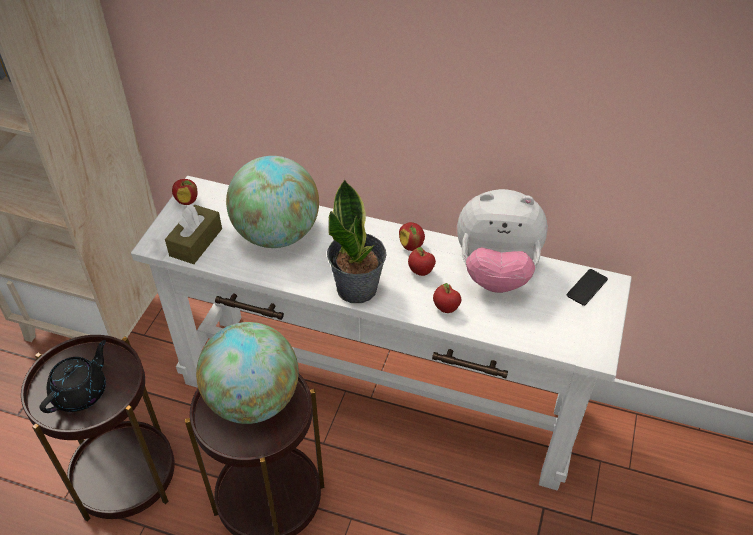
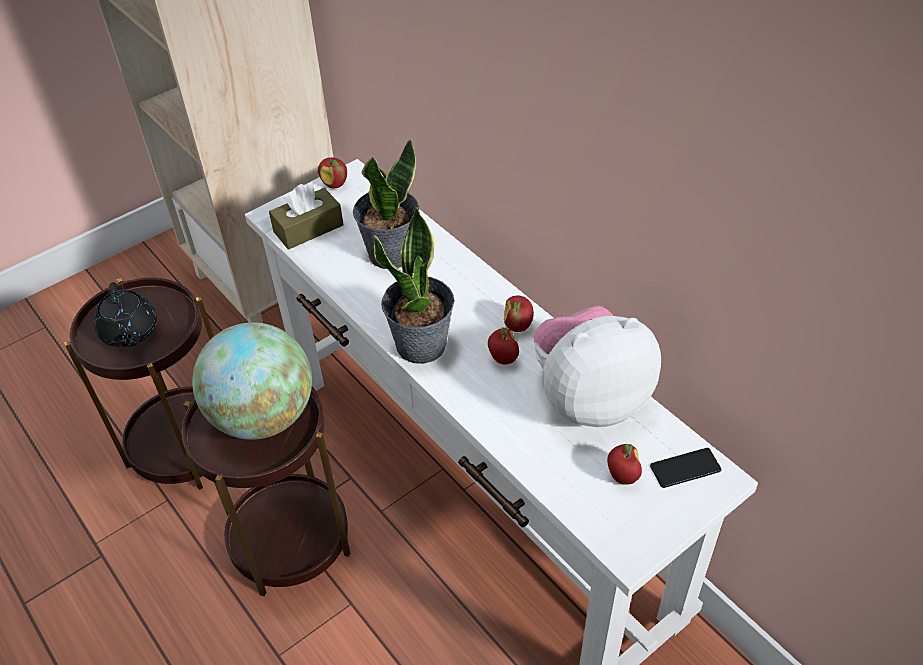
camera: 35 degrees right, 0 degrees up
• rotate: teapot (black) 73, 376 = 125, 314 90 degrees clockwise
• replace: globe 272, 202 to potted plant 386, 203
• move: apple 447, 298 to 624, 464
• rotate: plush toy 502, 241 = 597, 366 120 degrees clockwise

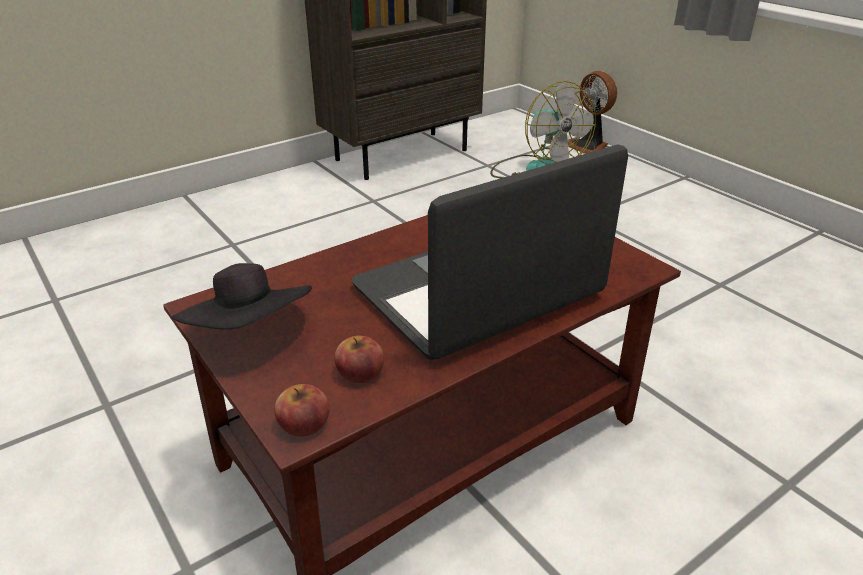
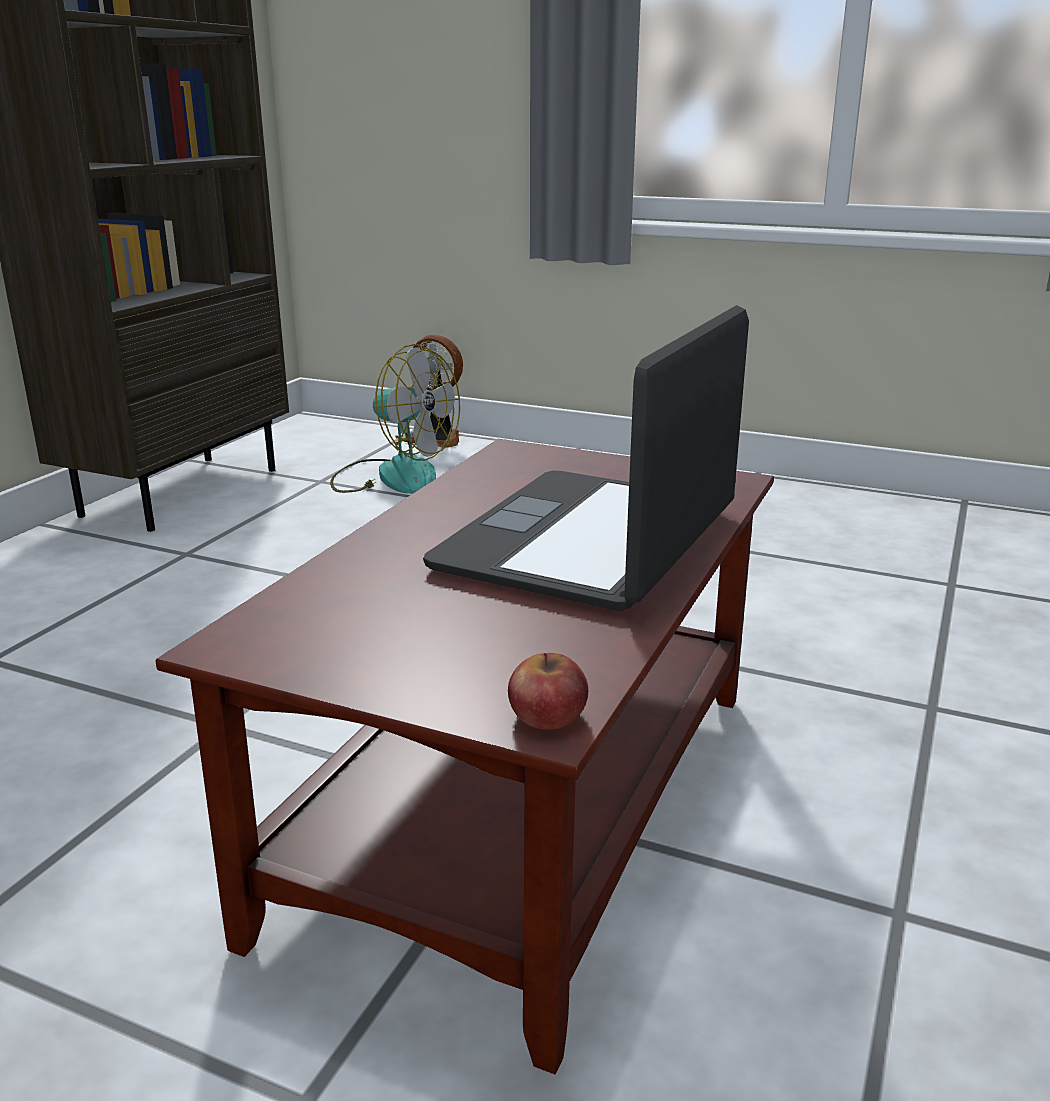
camera: 30 degrees left, 10 degrees down
• delete: hat (black) 241, 296
• delete: apple 359, 359

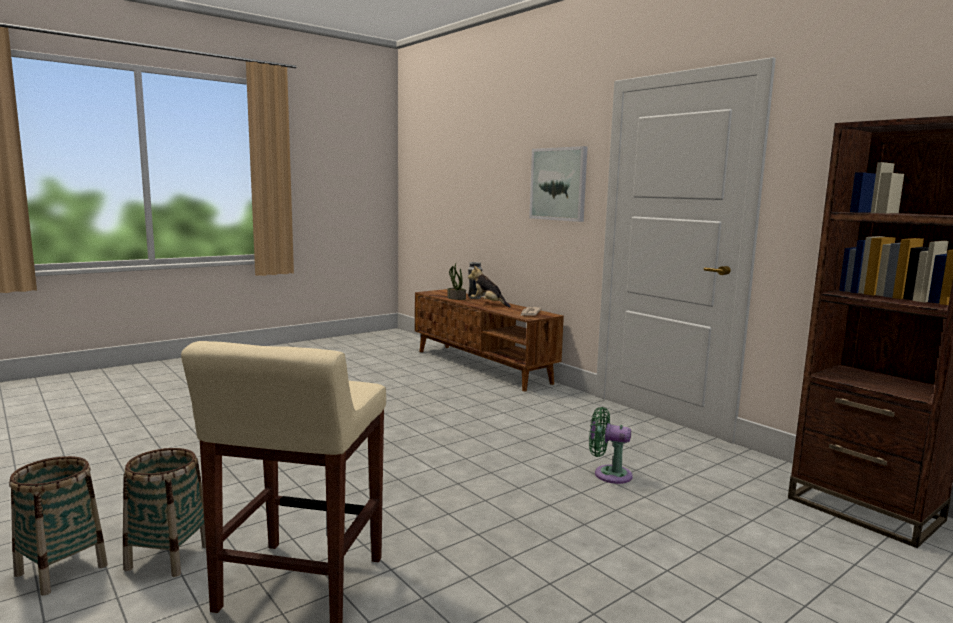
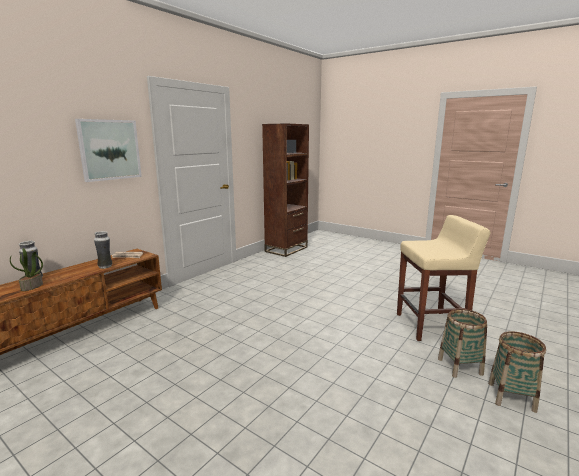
camera: 105 degrees left, 5 degrees up
• delete: plush toy 489, 286
• delete: fan (green) 611, 445
• insert: vase 103, 250

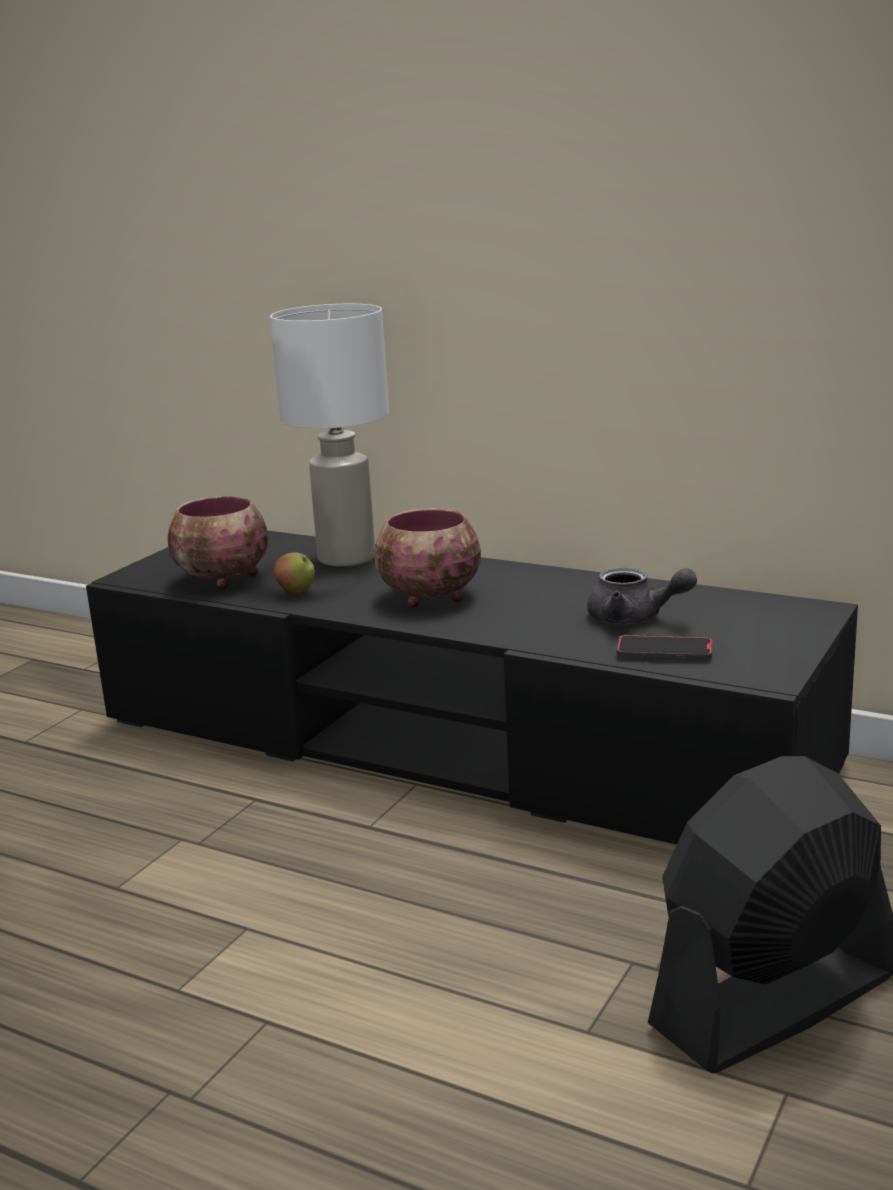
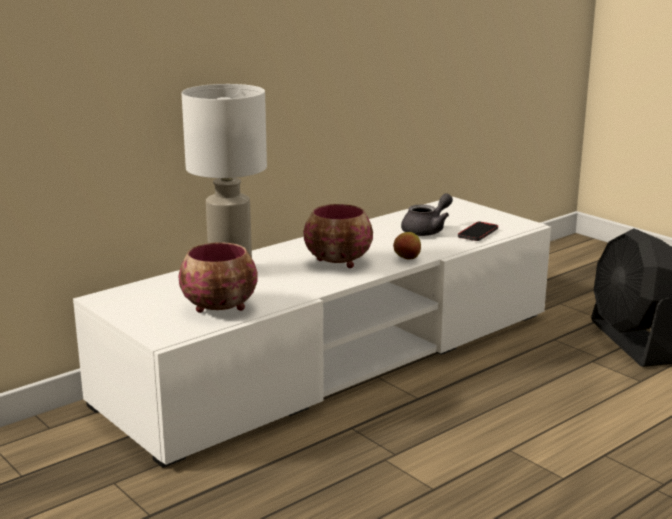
camera: 70 degrees left, 0 degrees up
• recolor: tv stand (black) 472, 688 to tv stand (white) 312, 332
• move: apple 294, 573 to 407, 246

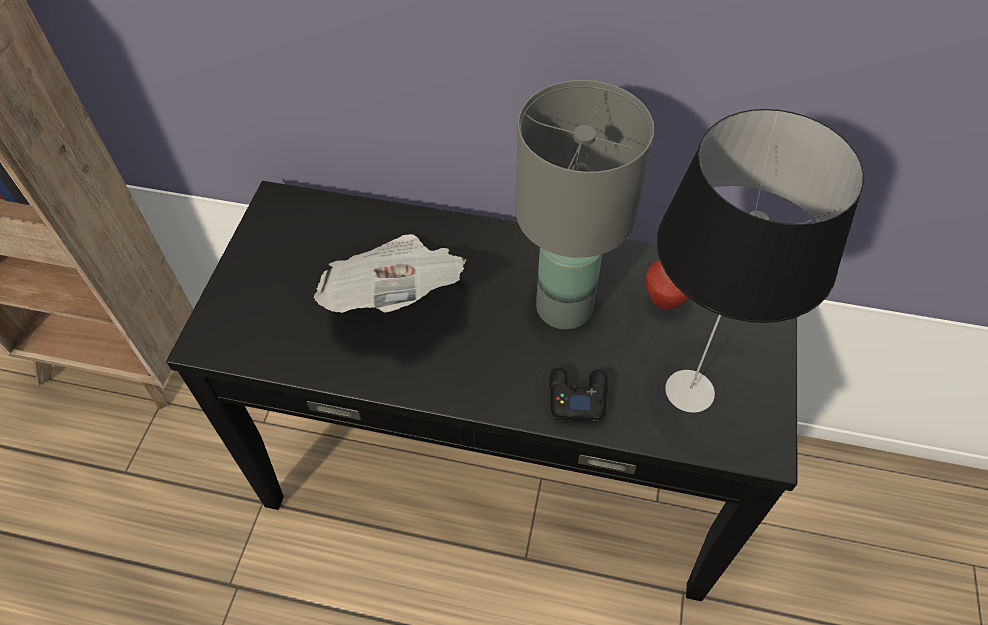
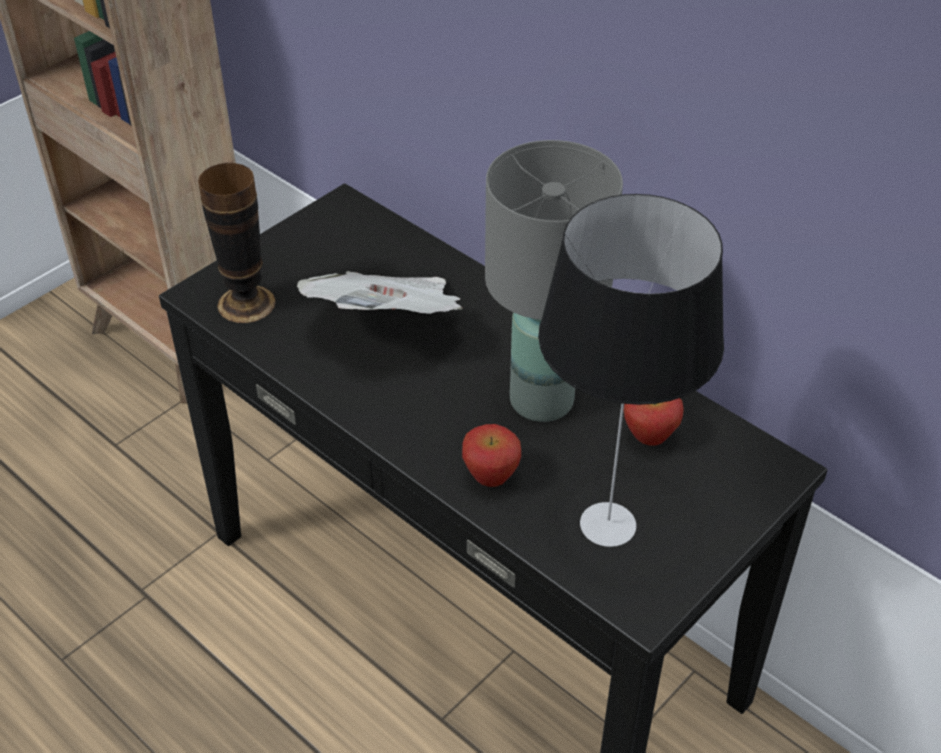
camera: 30 degrees right, 10 degrees down
• replace: game controller (black) 579, 394 to apple 491, 455
• insert: vase 237, 243

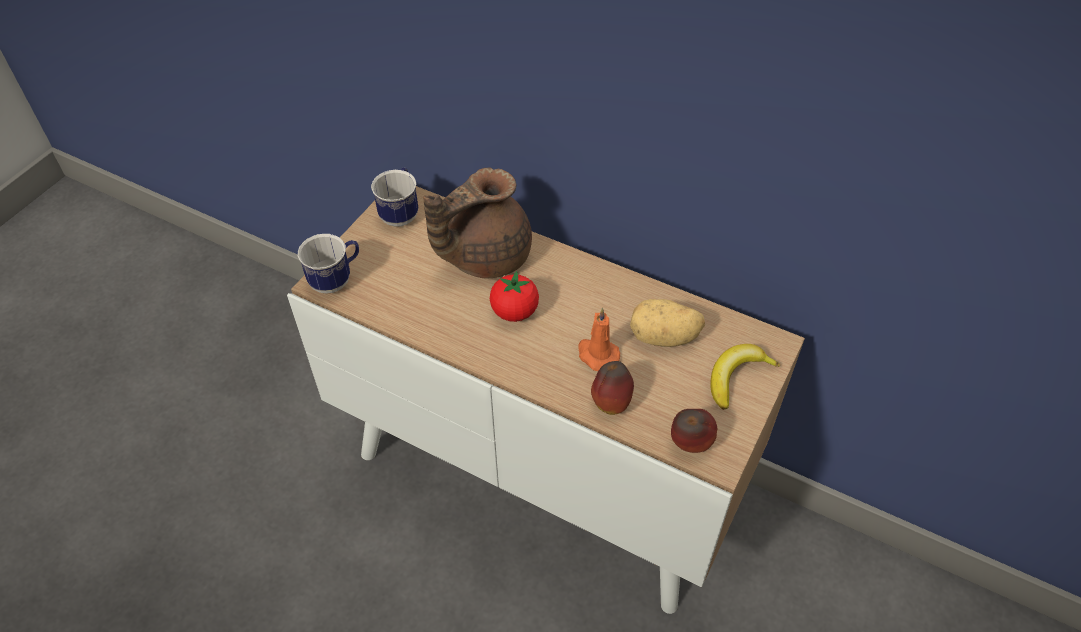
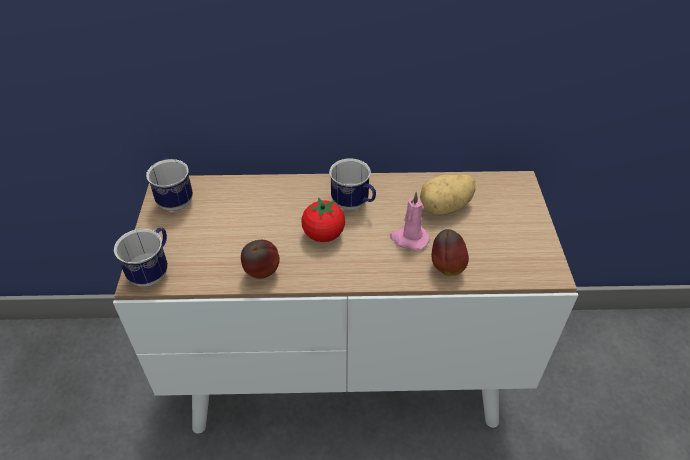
camera: 30 degrees left, 5 degrees down
• delete: teapot (brown) 477, 223
• recolor: candle (orange) 599, 339 to candle (pink) 410, 221
• move: apple 694, 431 to 260, 259
• delete: banana 745, 377
• insert: mug 352, 184

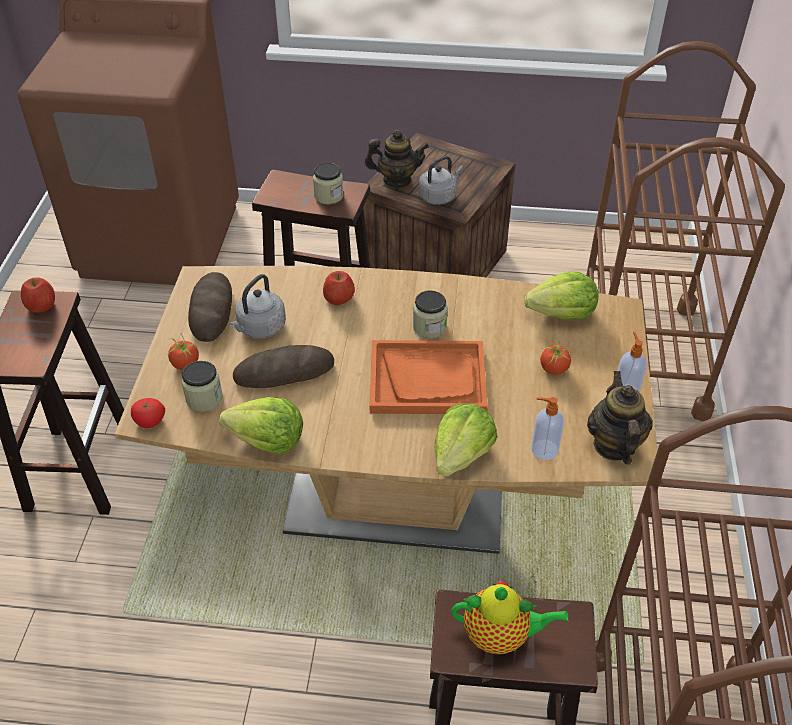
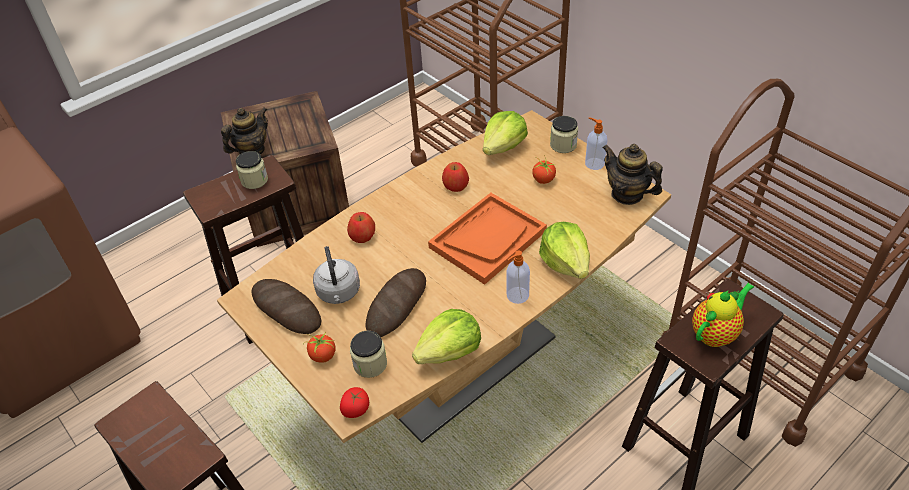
camera: 45 degrees left, 0 degrees up
• move: apple 38, 295 to 455, 177
• move: jar 430, 314 to 564, 134
• delete: kettle (grey) 441, 180
• move: soap dispenser 547, 428 to 518, 277

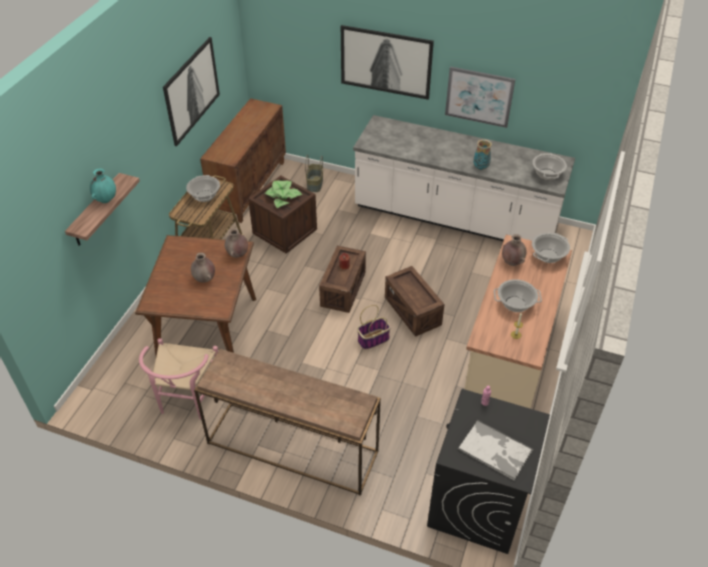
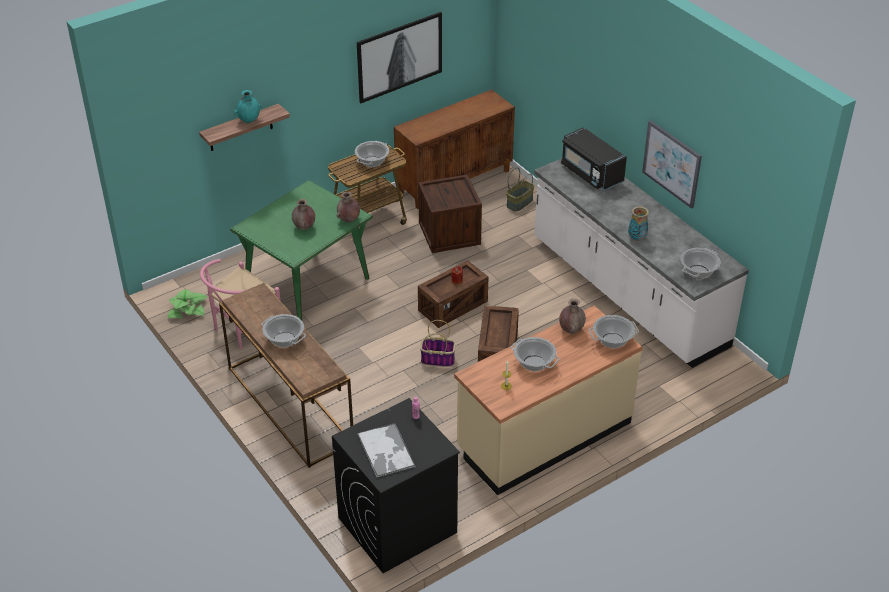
camera: 35 degrees right, 5 degrees down
• recolor: dining table (brown) 195, 295 to dining table (green) 301, 250
• move: potted plant 283, 194 to 187, 304
• delete: picture 387, 62
• insert: cooking pot 283, 330
• insert: microwave (black) 594, 158

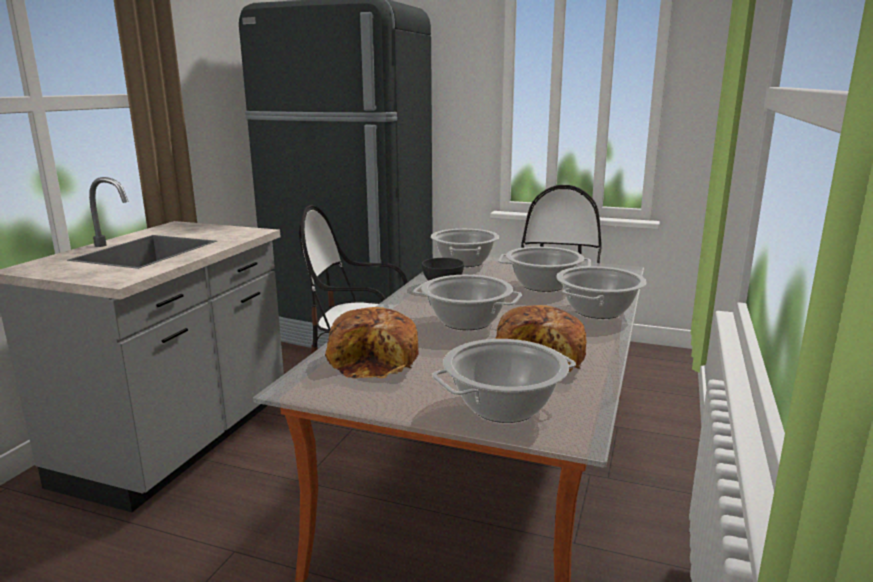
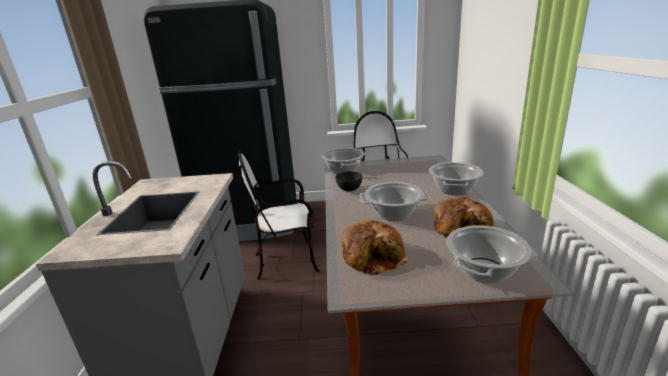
camera: 20 degrees left, 5 degrees up
• delete: cooking pot 544, 269

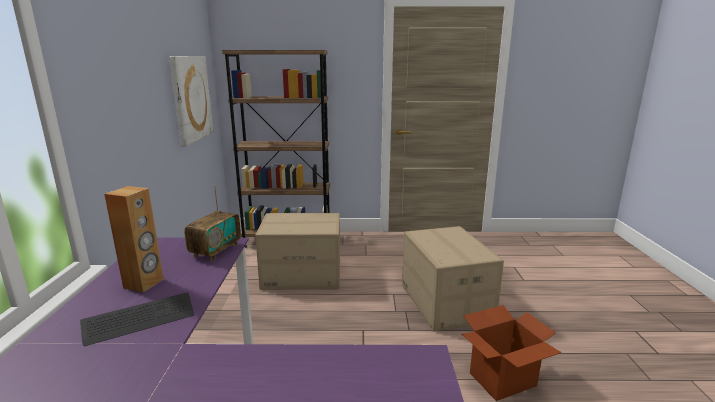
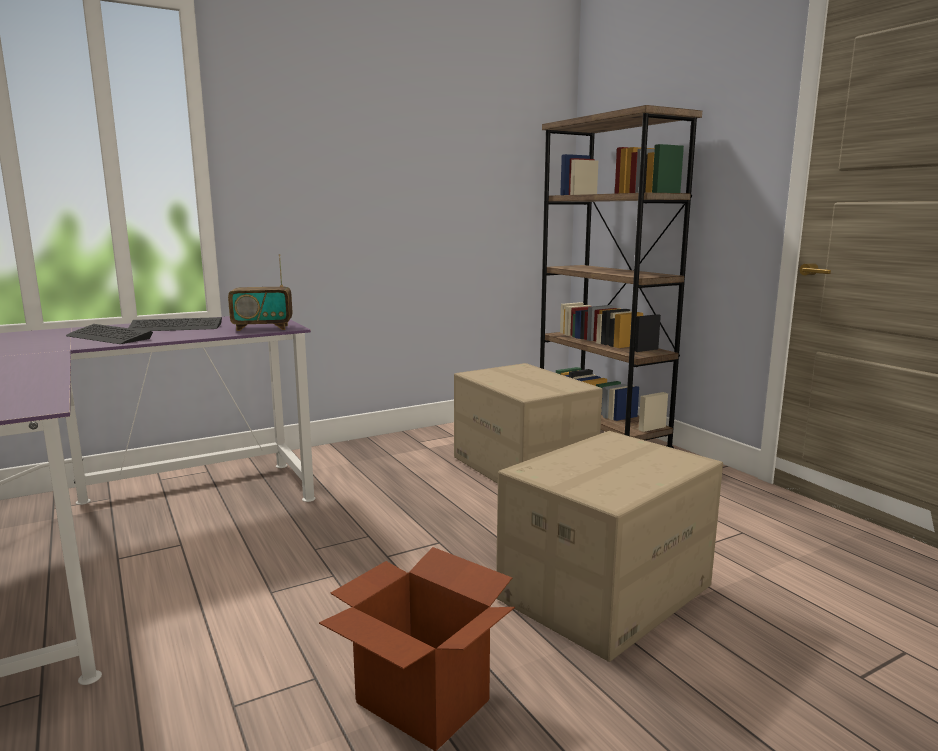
camera: 60 degrees right, 5 degrees down
• replace: speaker (brown) 134, 239 to keyboard 175, 324
• delete: picture 191, 101

